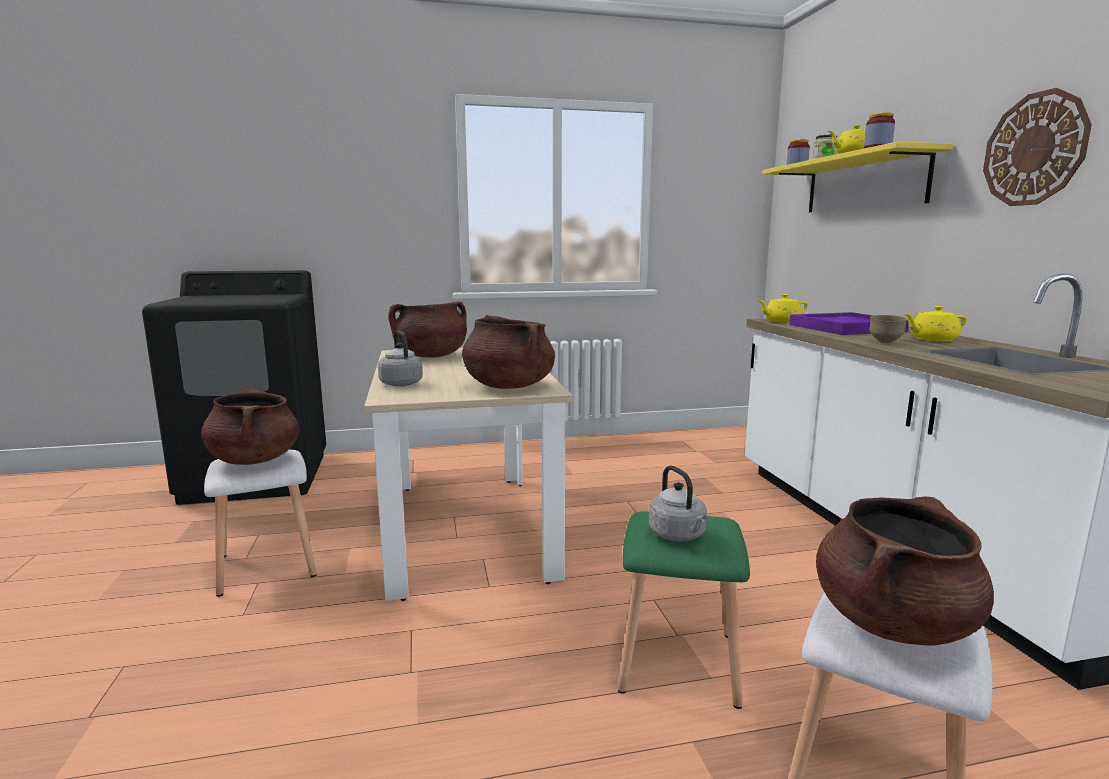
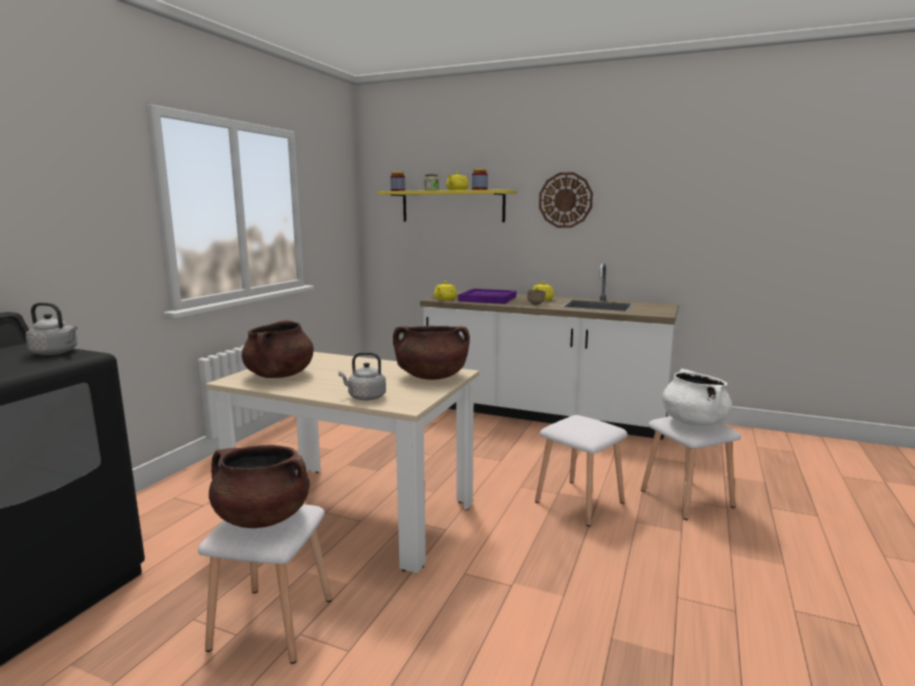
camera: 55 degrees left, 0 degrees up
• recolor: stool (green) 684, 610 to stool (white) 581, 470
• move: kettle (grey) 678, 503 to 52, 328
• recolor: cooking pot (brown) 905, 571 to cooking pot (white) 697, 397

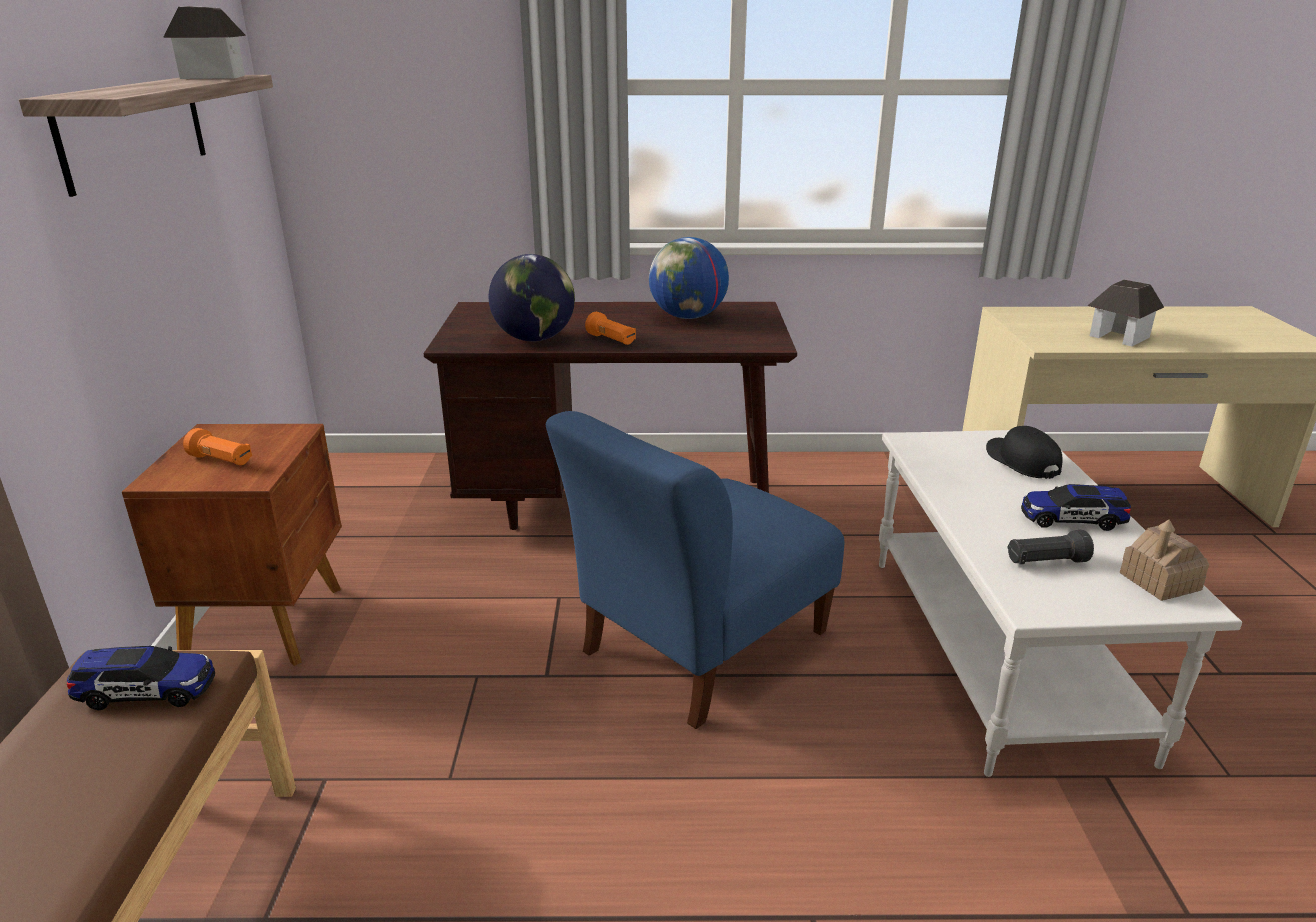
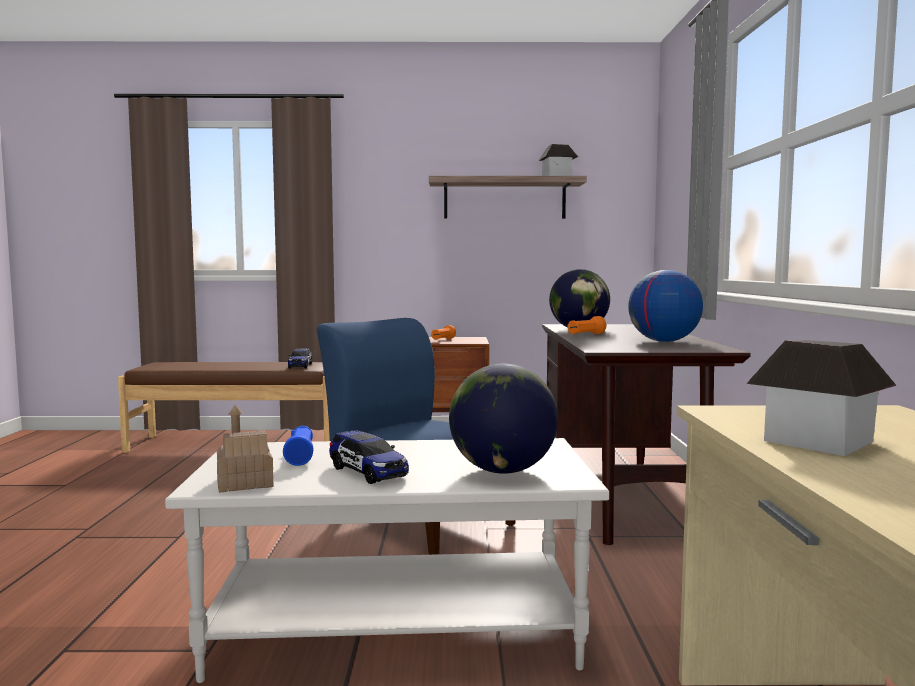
camera: 90 degrees right, 20 degrees down
• replace: cap (black) 1024, 452 to globe 503, 419
• recolor: flashlight (black) 1050, 547 to flashlight (blue) 298, 446
• rotate: toy car 1076, 507 = 369, 457 135 degrees clockwise

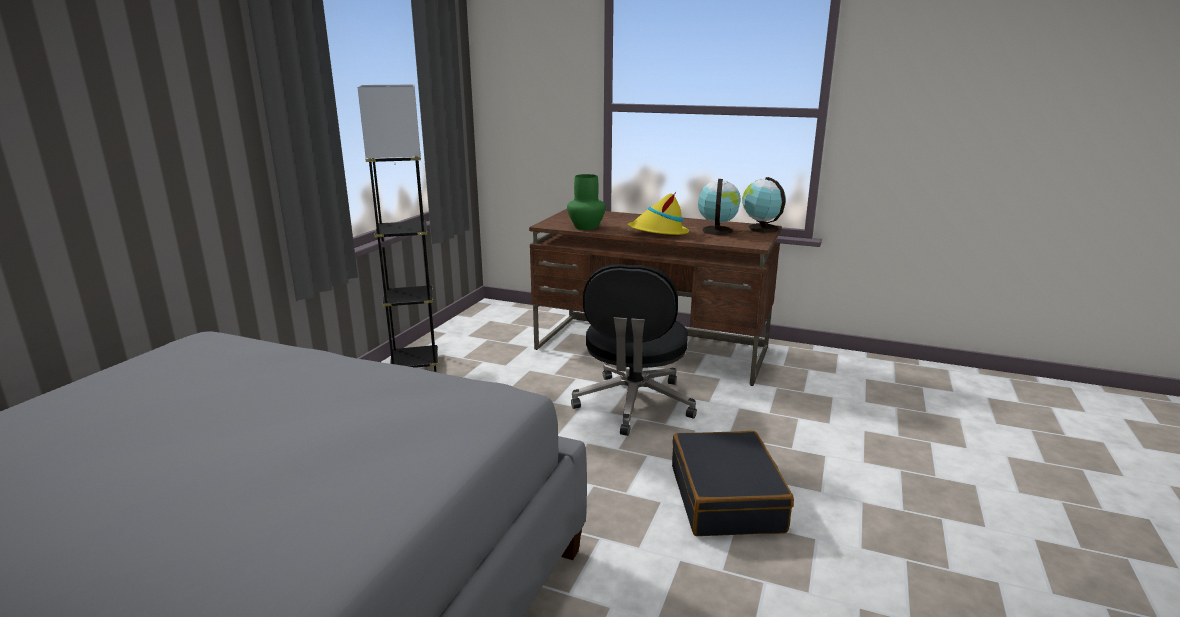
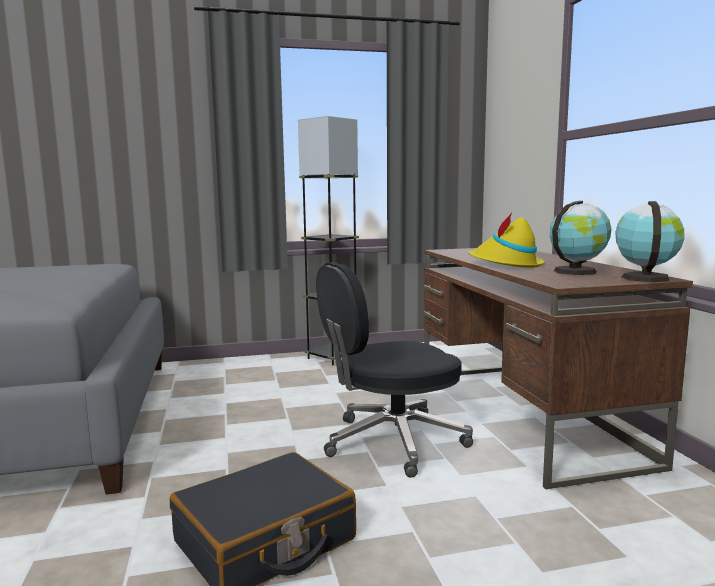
camera: 55 degrees right, 10 degrees down
• delete: vase (green) 586, 202

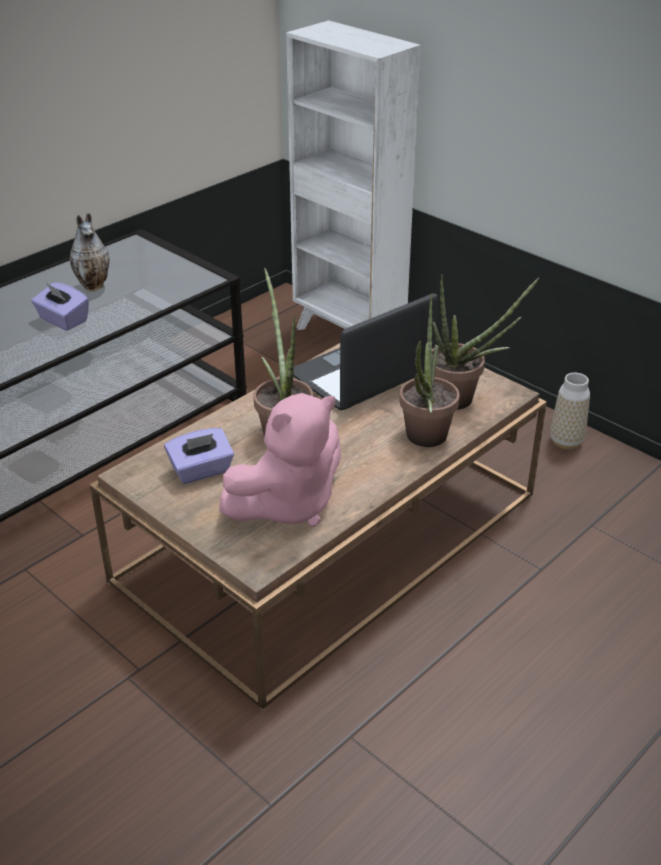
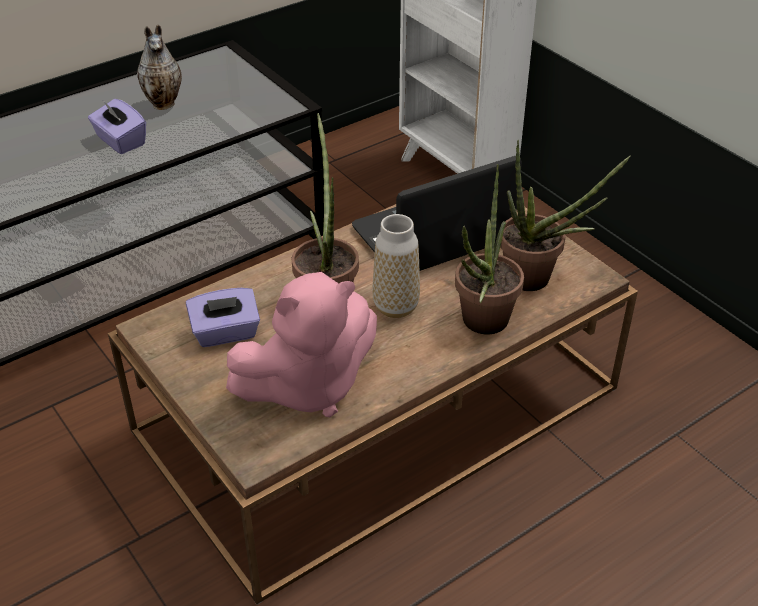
camera: 10 degrees right, 5 degrees up
• move: vase 570, 411 to 396, 266

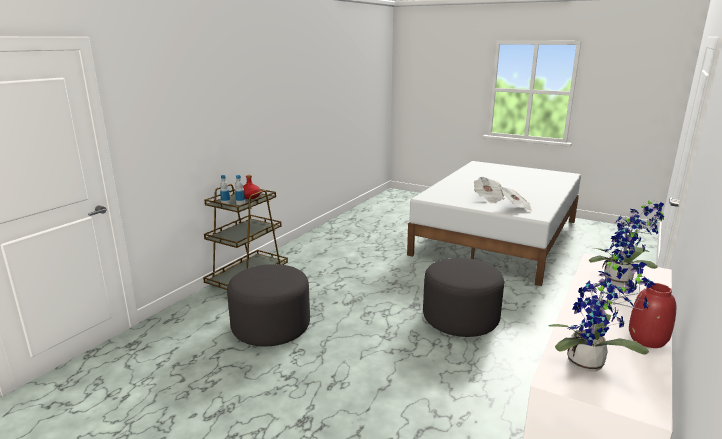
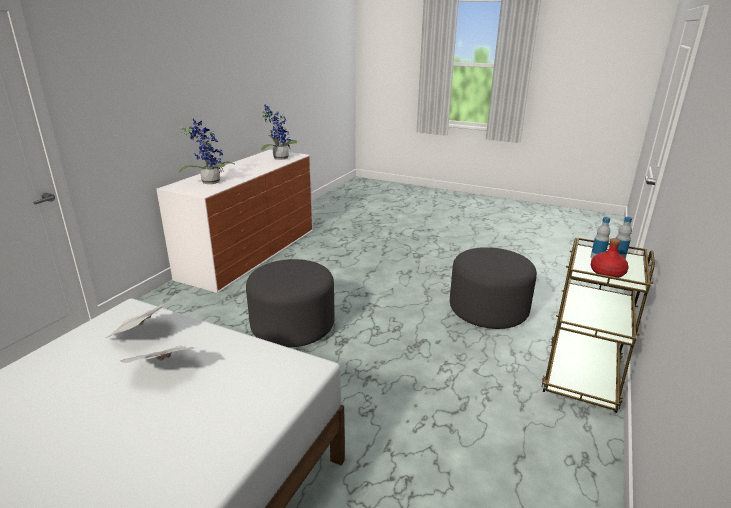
camera: 175 degrees right, 5 degrees up
• delete: vase (red) 652, 315

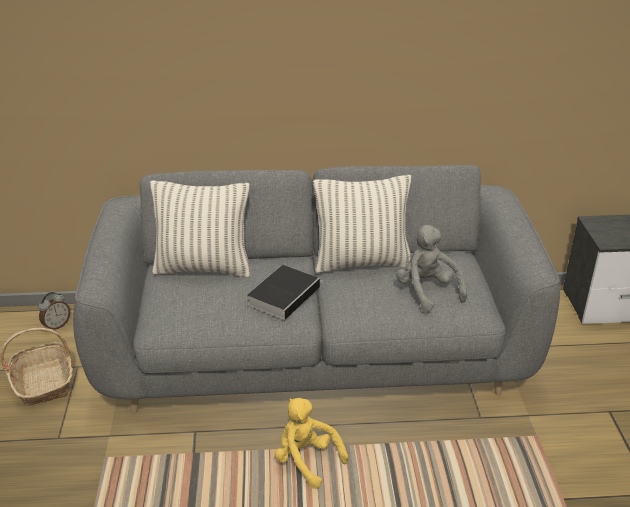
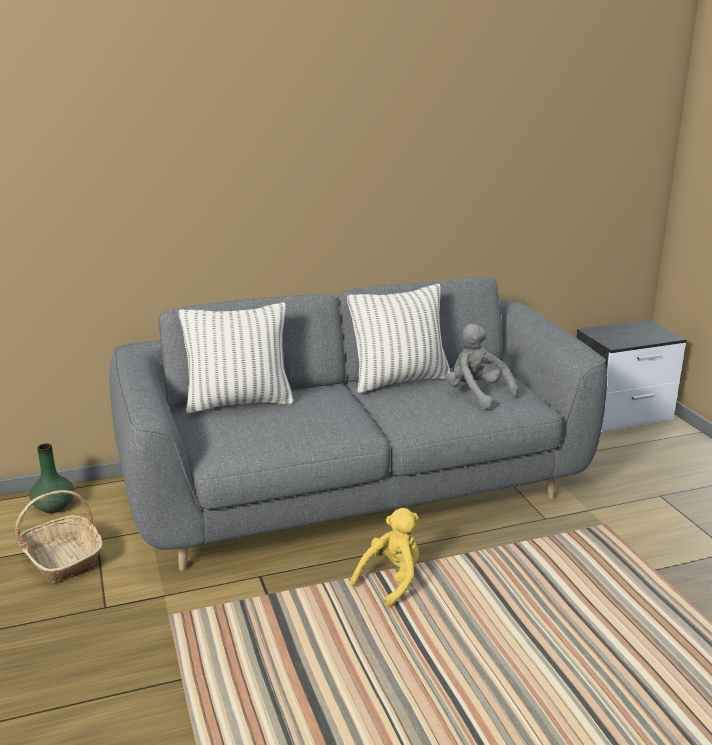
camera: 15 degrees left, 10 degrees down
• replace: alarm clock 54, 311 to vase (green) 51, 478
• delete: book 284, 292
• rotate: plush toy (yellow) 311, 443 = 384, 558 105 degrees clockwise

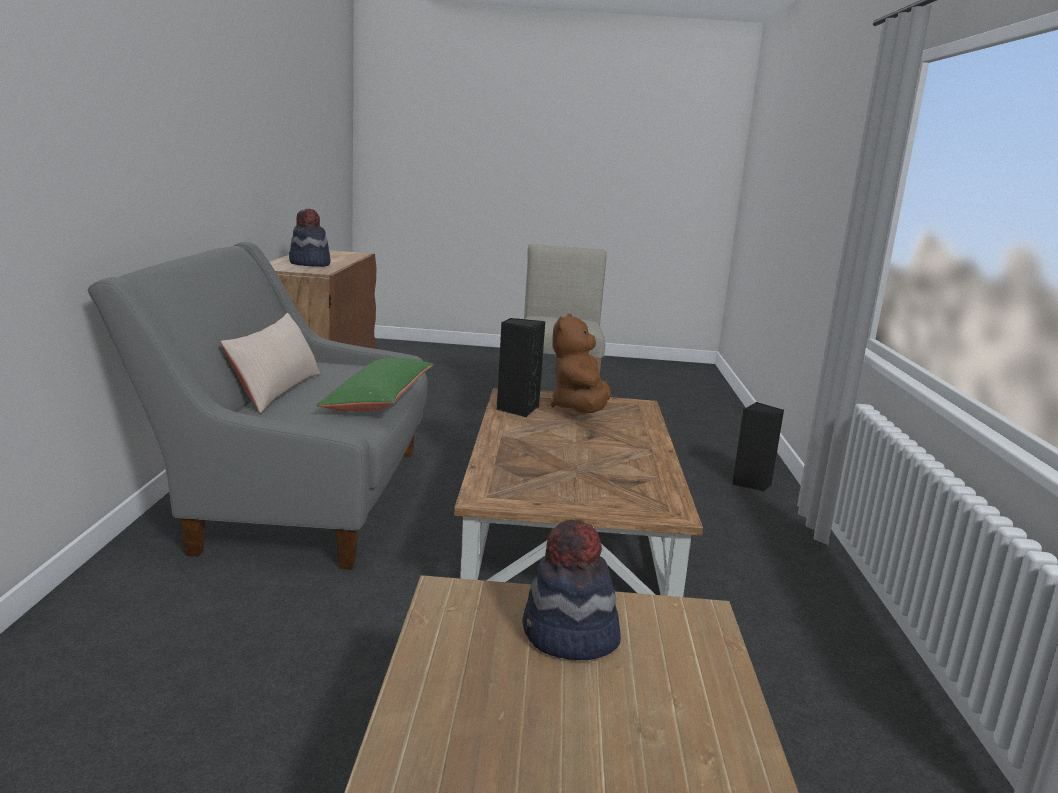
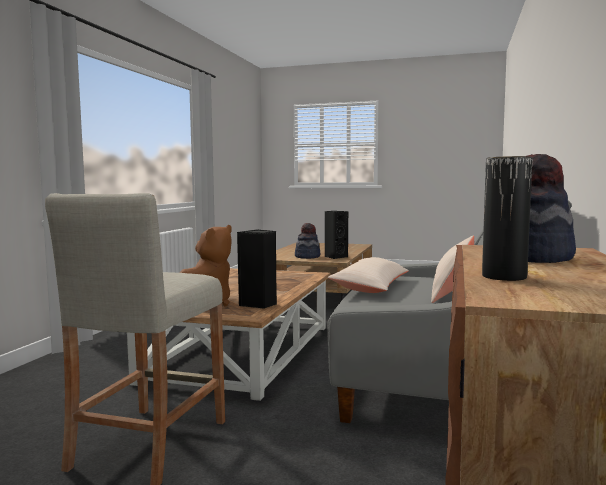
camera: 165 degrees left, 10 degrees down
• recolor: pillow (green) 374, 385 to pillow (beige) 368, 275
• move: speaker (black) 758, 447 to 336, 235
• insert: vase (black) 507, 218

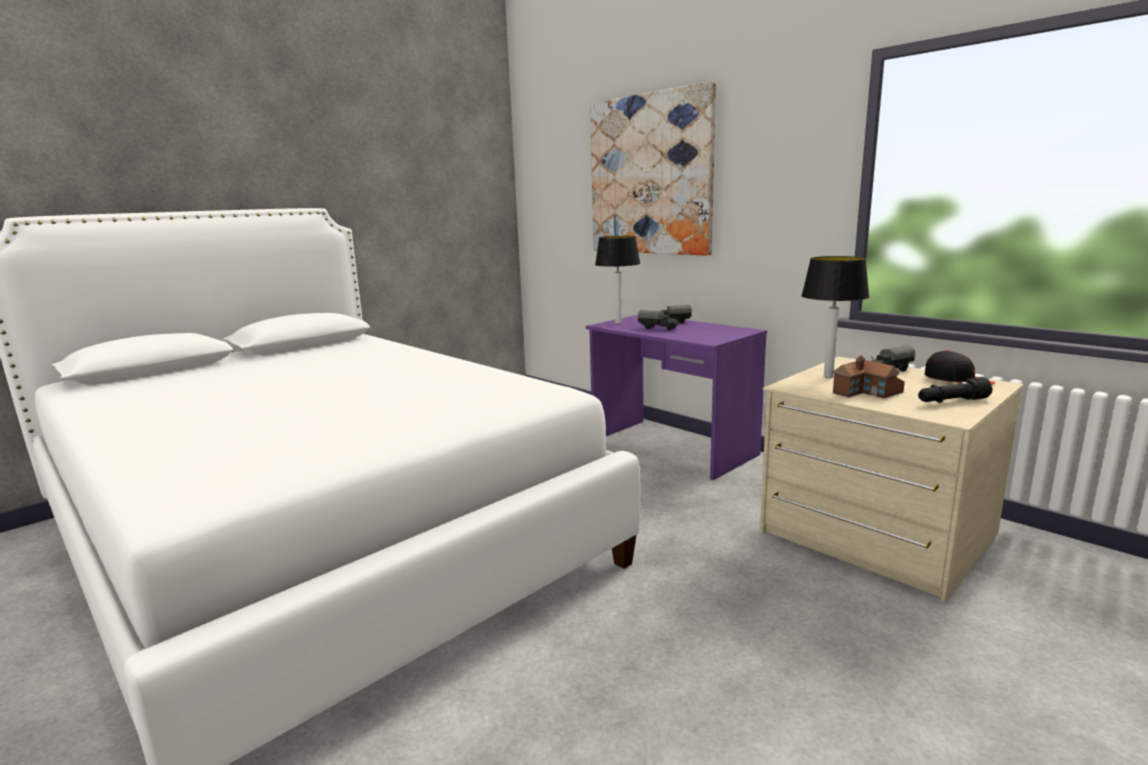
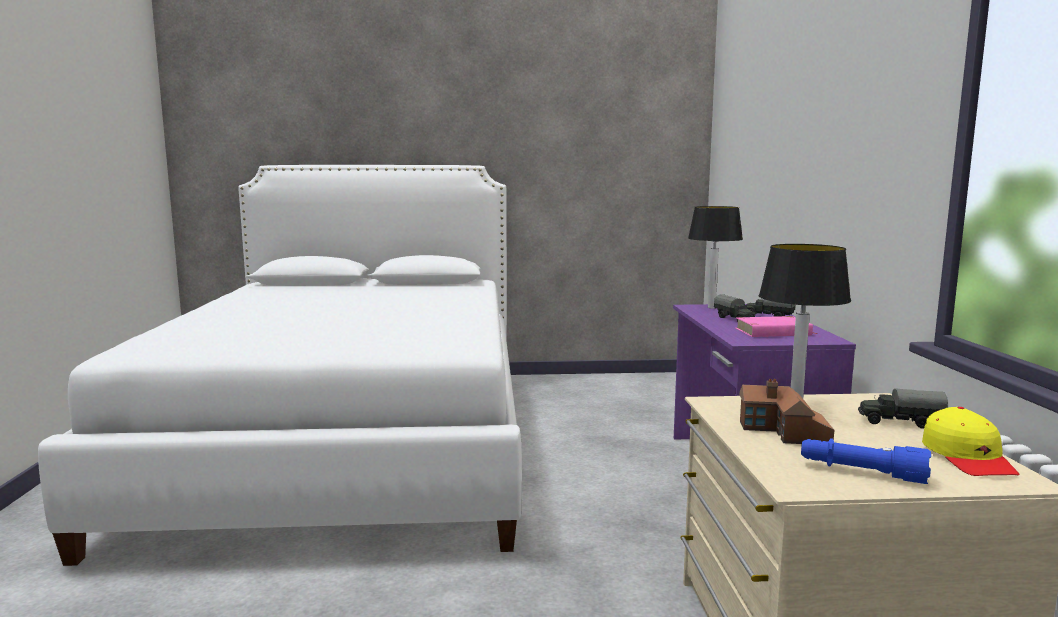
camera: 40 degrees right, 5 degrees down
• delete: picture 653, 168
• recolor: flashlight (black) 955, 390 to flashlight (blue) 866, 461
• recolor: cap (black) 960, 367 to cap (yellow) 971, 441
• insert: book (pink) 776, 326

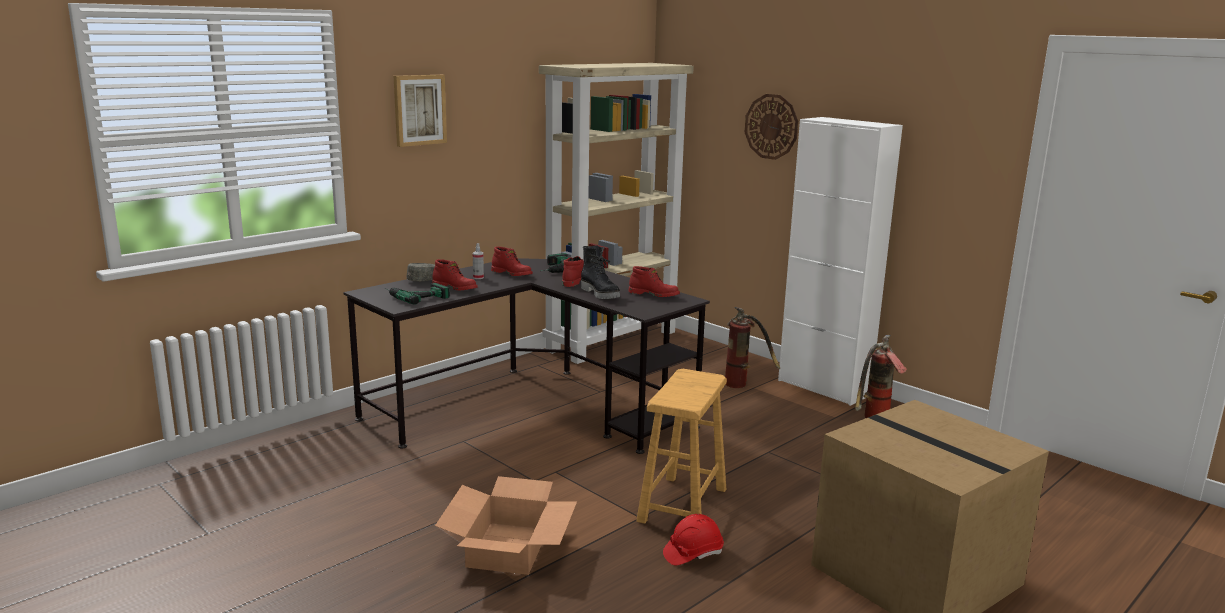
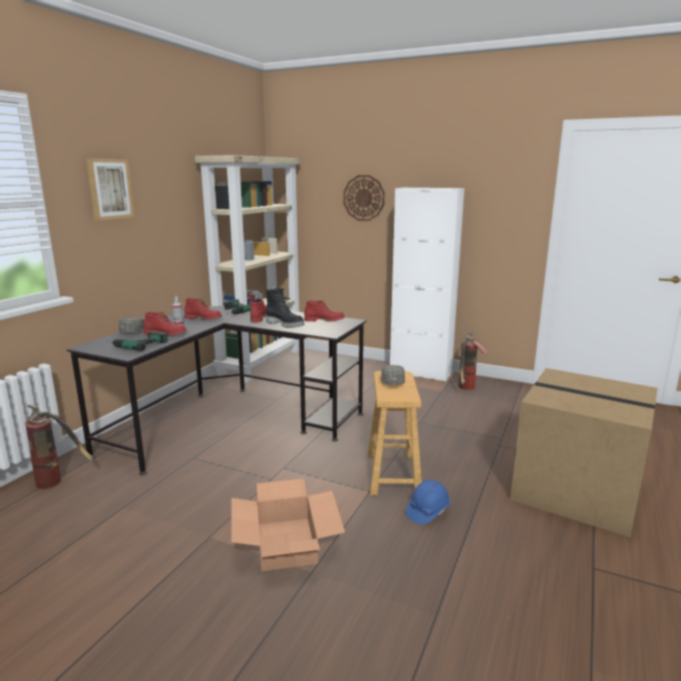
camera: 20 degrees left, 0 degrees up
• recolor: hard hat (red) 693, 539 to hard hat (blue) 428, 502
• move: fire extinguisher 752, 347 to 59, 447
• insert: cap (grey) 393, 375

